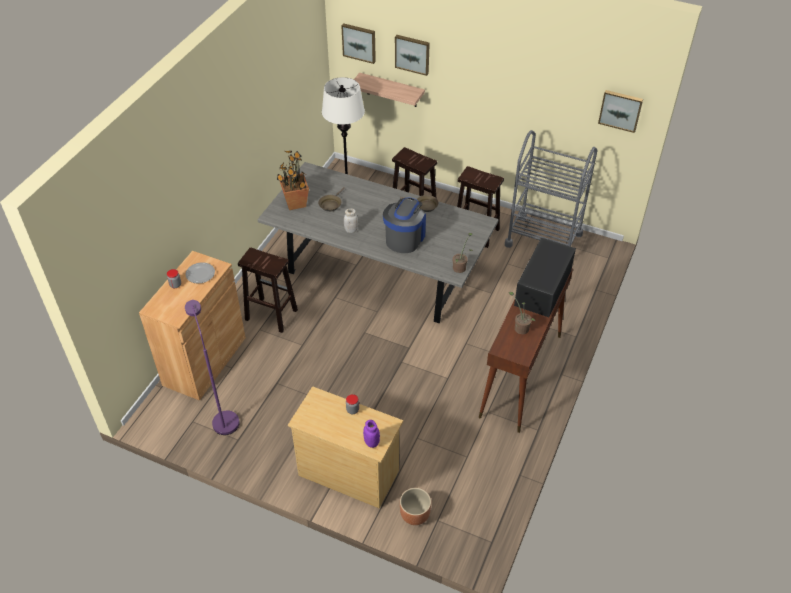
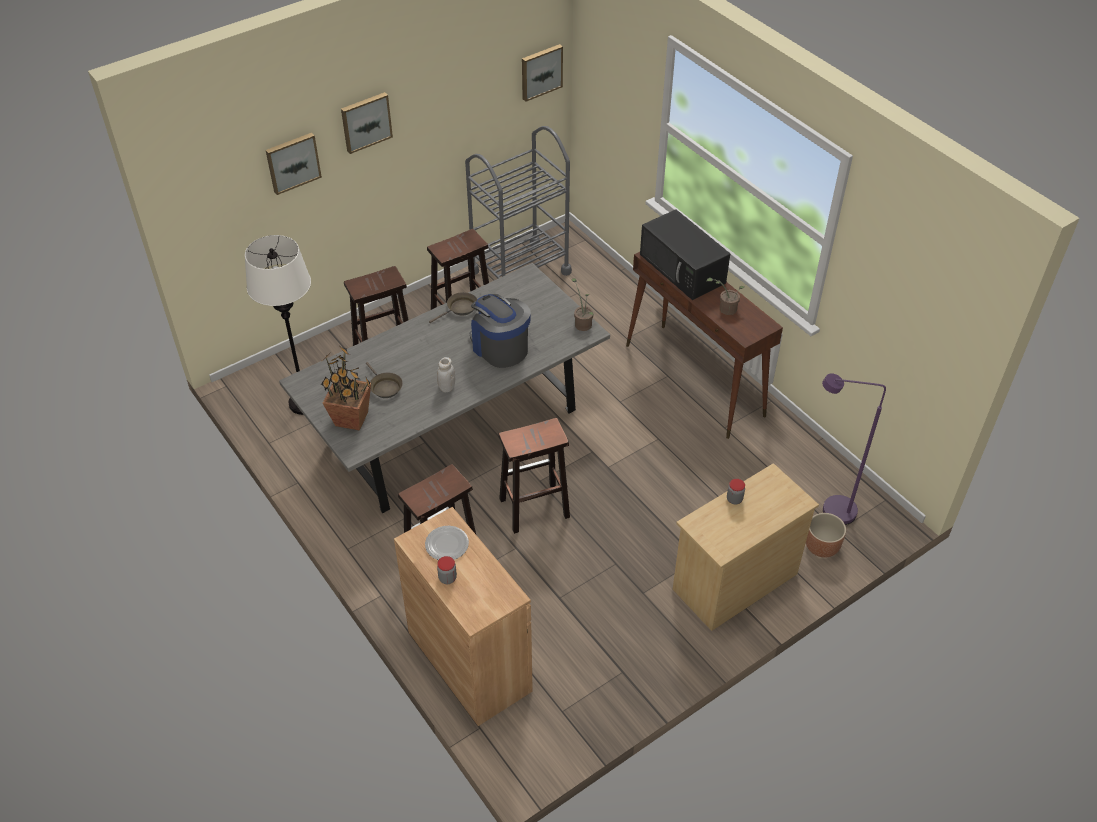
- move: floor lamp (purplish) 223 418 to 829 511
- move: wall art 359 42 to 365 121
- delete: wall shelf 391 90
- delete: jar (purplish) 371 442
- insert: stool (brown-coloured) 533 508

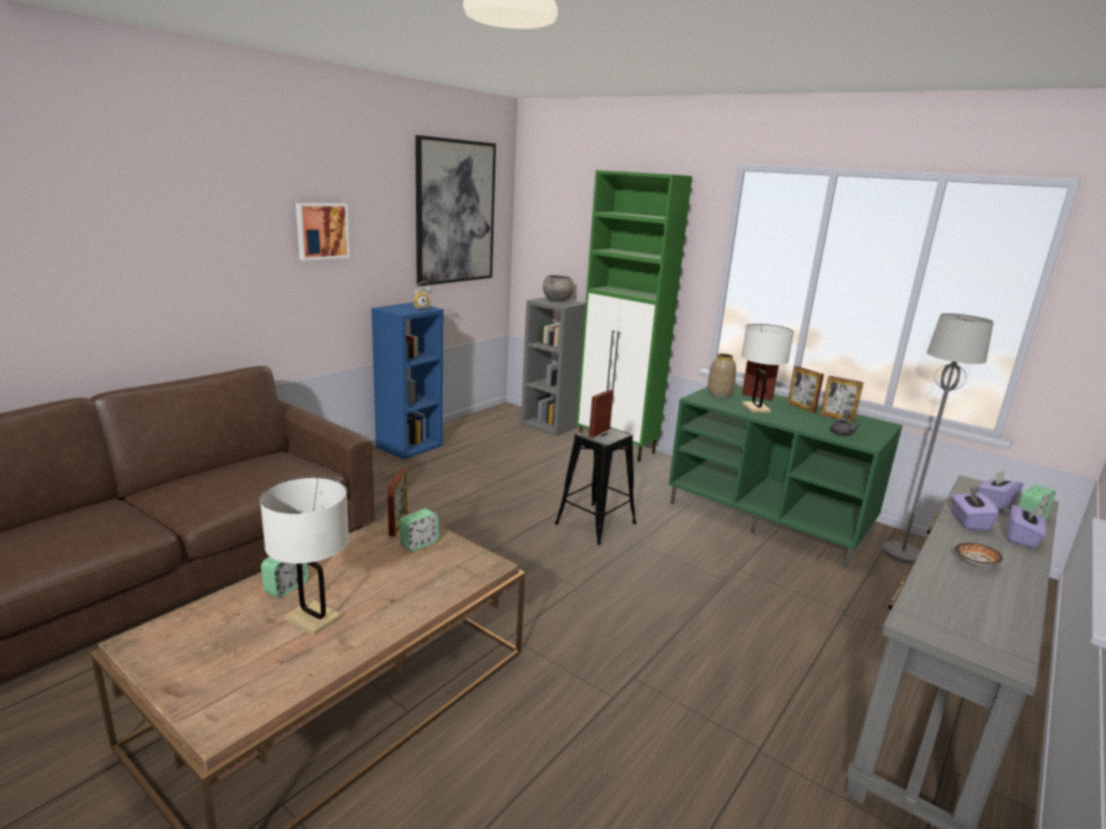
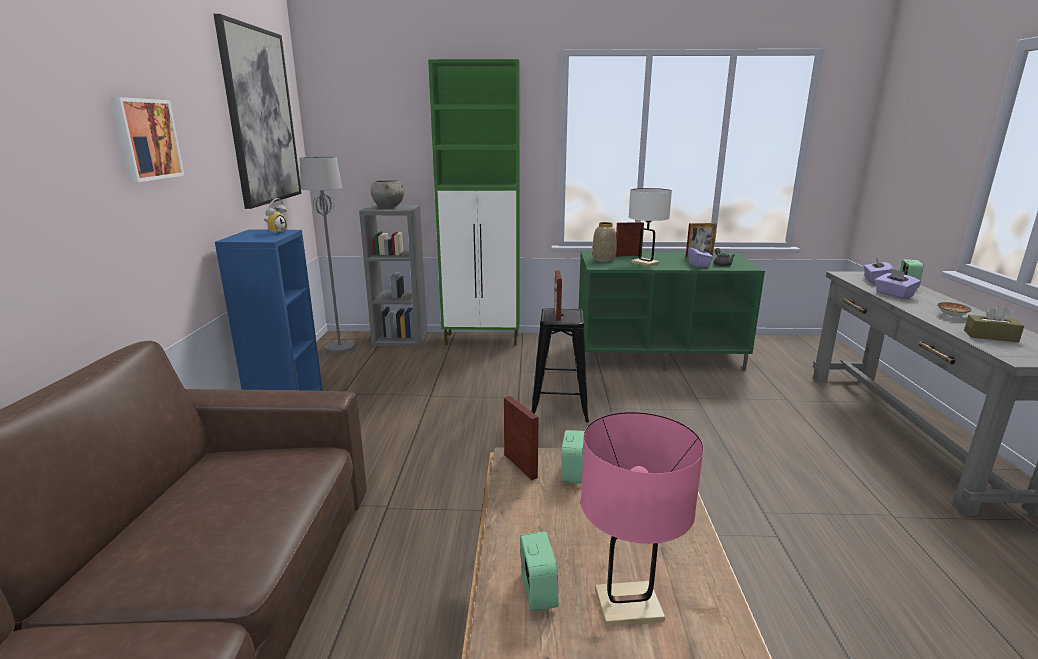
- recolor: tabletop lamp (white) 313 618 to tabletop lamp (pink) 628 605
- delete: picture frame 801 407
- move: floor lamp (greyish) 902 553 to 340 348
- move: tissue box (purplish) 1021 538 to 699 264
- insert: tissue box (brown-coloured) 990 336

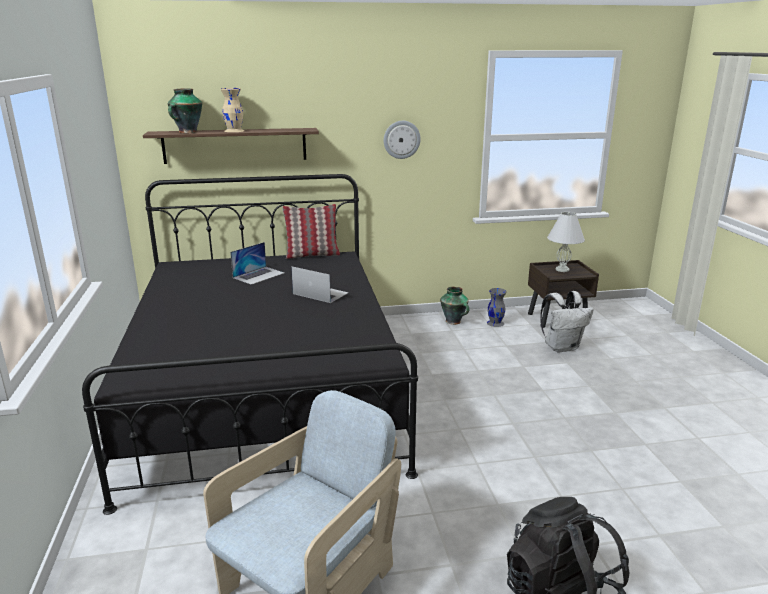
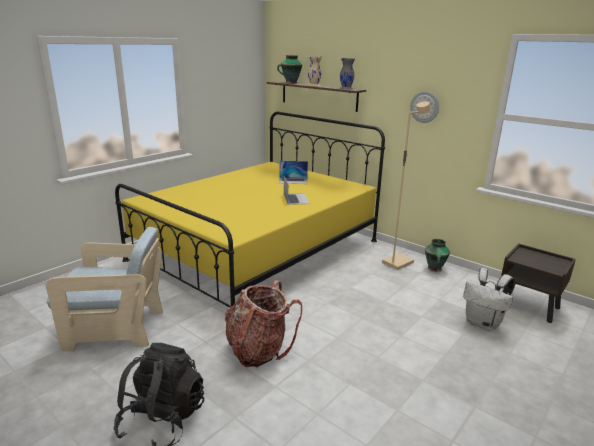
- recolor: bed (blackish) 265 391 to bed (yellow) 257 250
- delete: throw pillow 312 255
- move: decorative vase (greyish) 495 323 to 346 88
- delete: tabletop lamp (white) 562 269
- insert: backpack 258 350
- insert: floor lamp (beige) 397 262

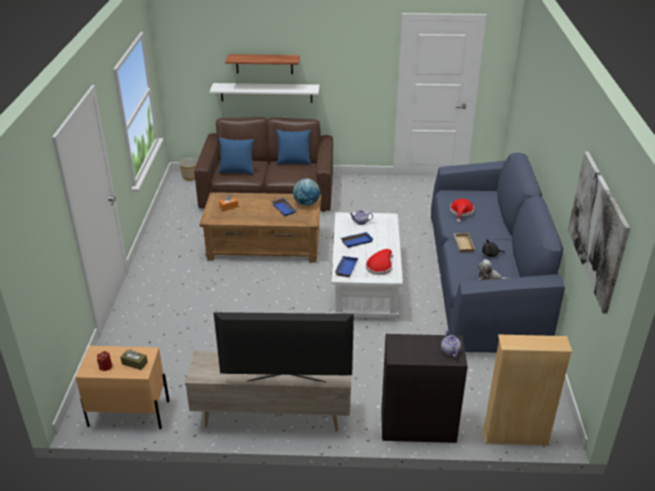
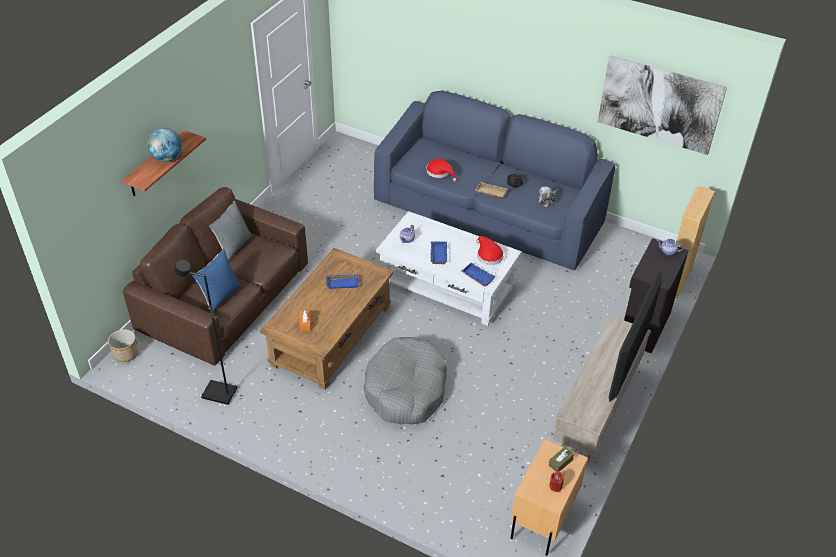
- delete: wall shelf (white) 266 92
- recolor: throw pillow (blue-coloured) 294 162 to throw pillow (greyish) 233 246
- move: desk globe 306 203 to 167 158
- insert: floor lamp (blackish) 218 394
- insert: dog cushion (greyish) 406 389

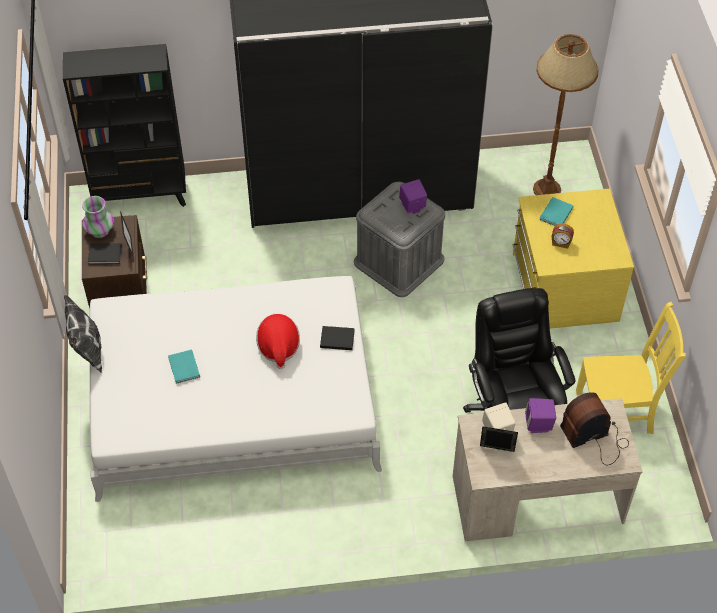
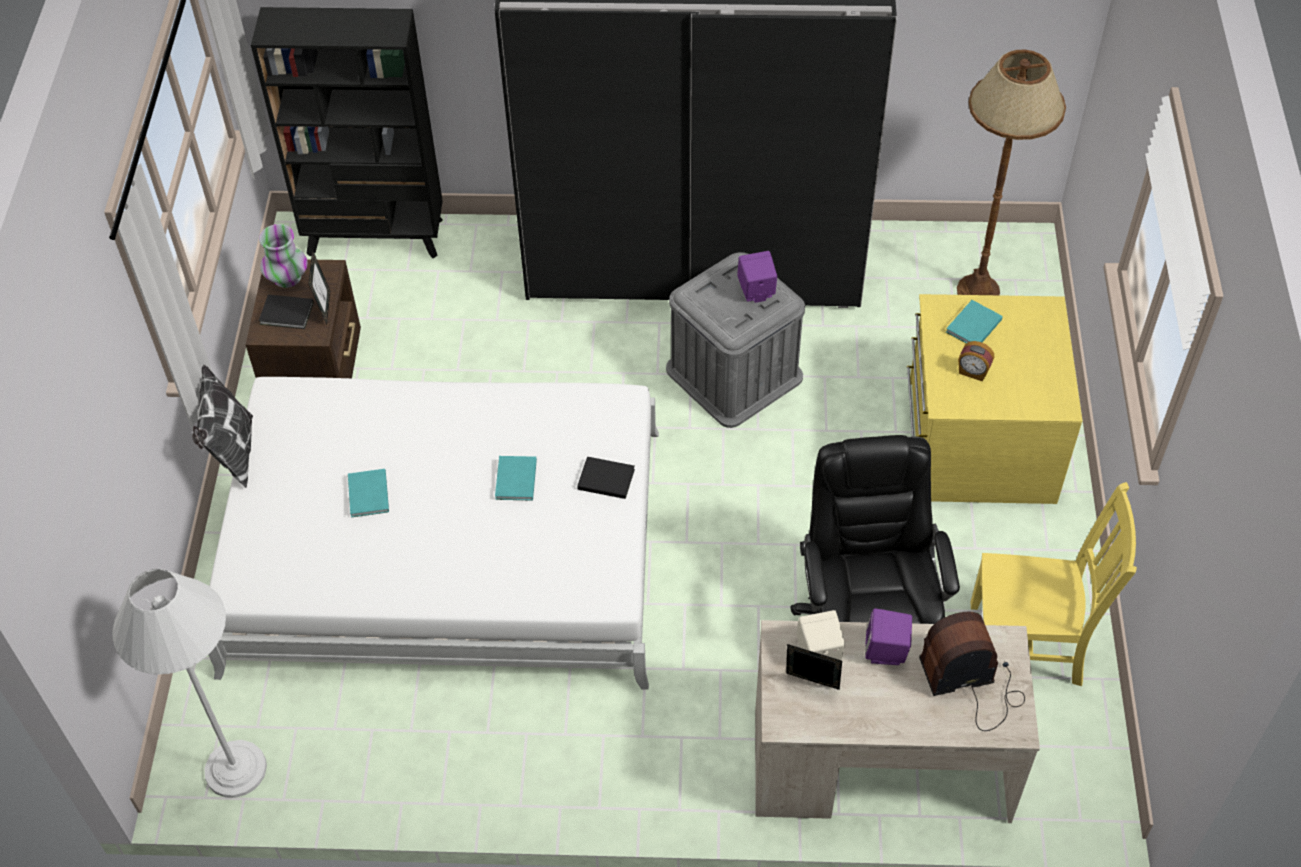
- replace: clothing hat 278 347 to bound book (blue-green) 515 481
- insert: floor lamp (white) 235 769

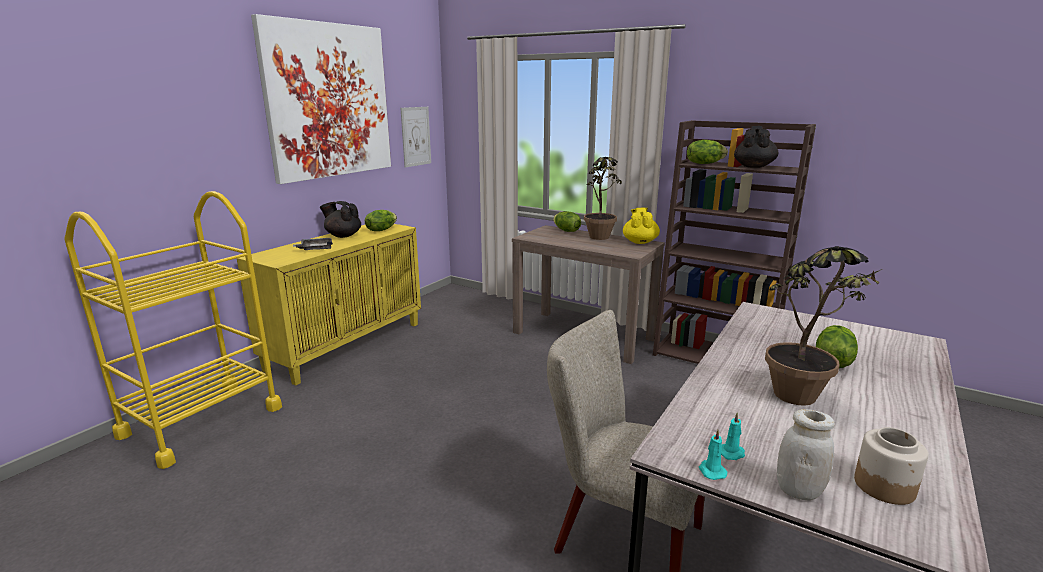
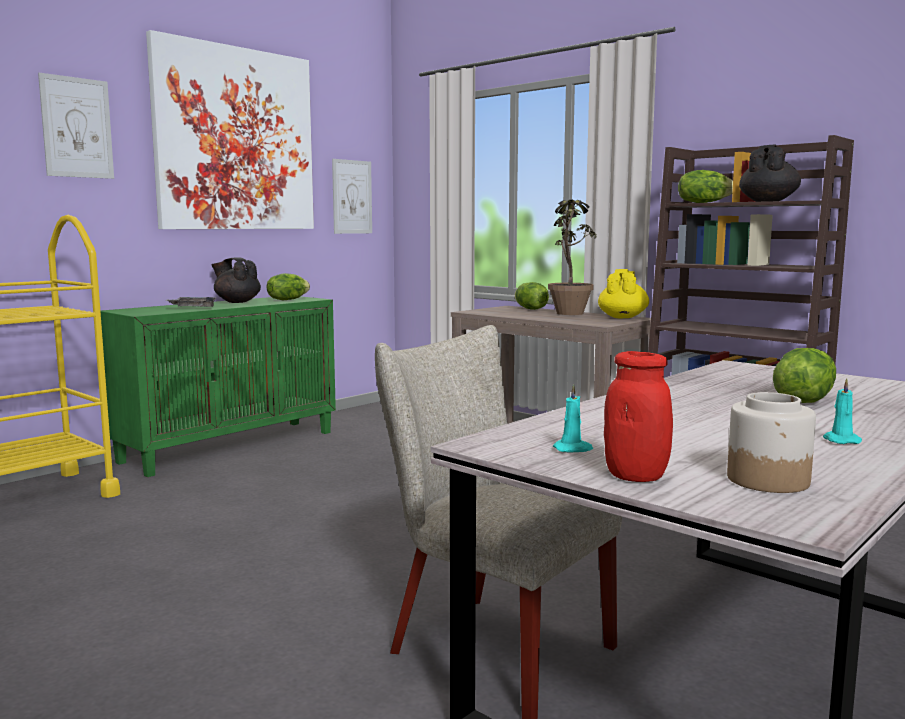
- recolor: cabinet (yellow) 347 345 to cabinet (green-coloured) 230 446
- move: wax light (blue-green) 711 471 to 840 440
- delete: potted plant 800 403
- recolor: jar (white) 798 491 to jar (red) 635 476
- insert: wall art 77 127

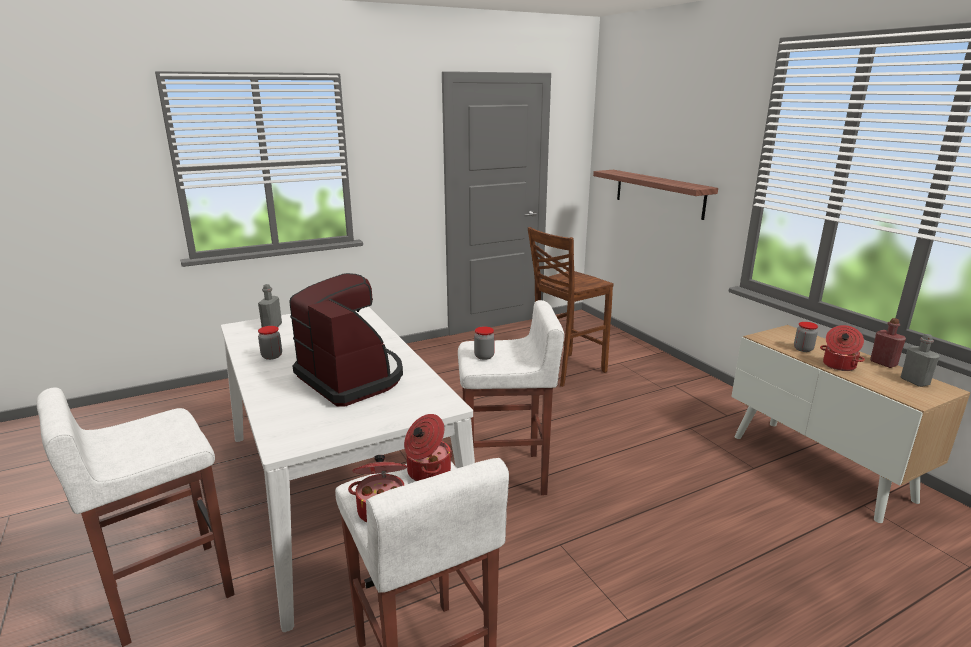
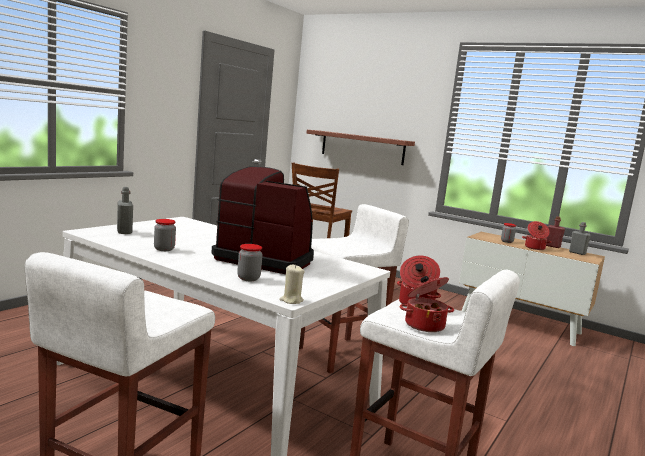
- move: jar 484 356 to 248 278
- insert: wax light (beige) 291 300

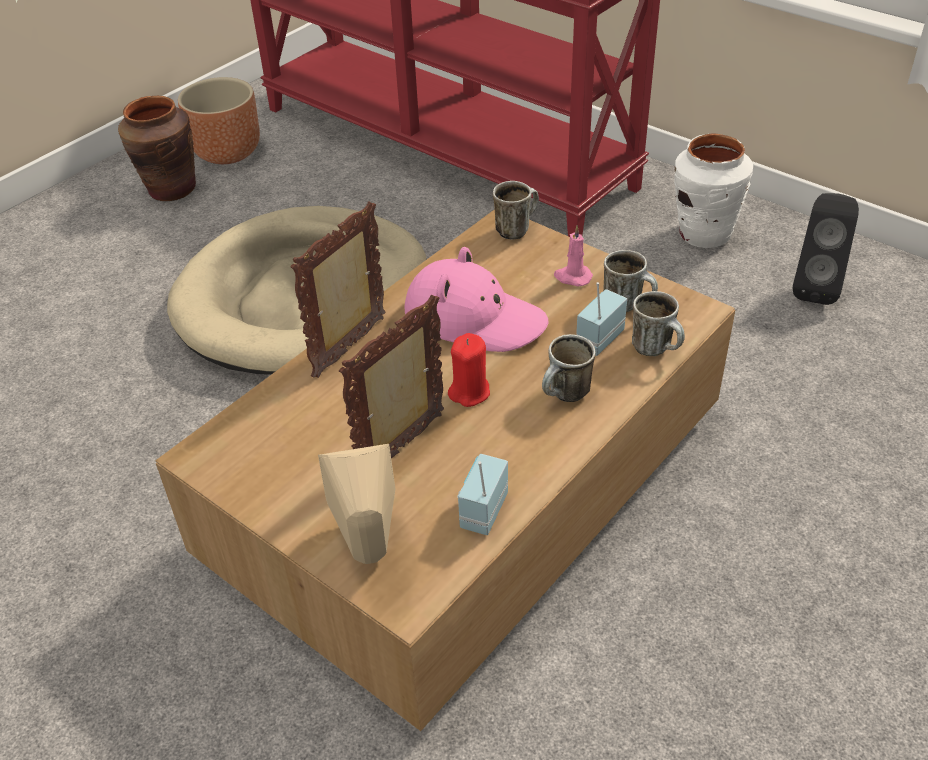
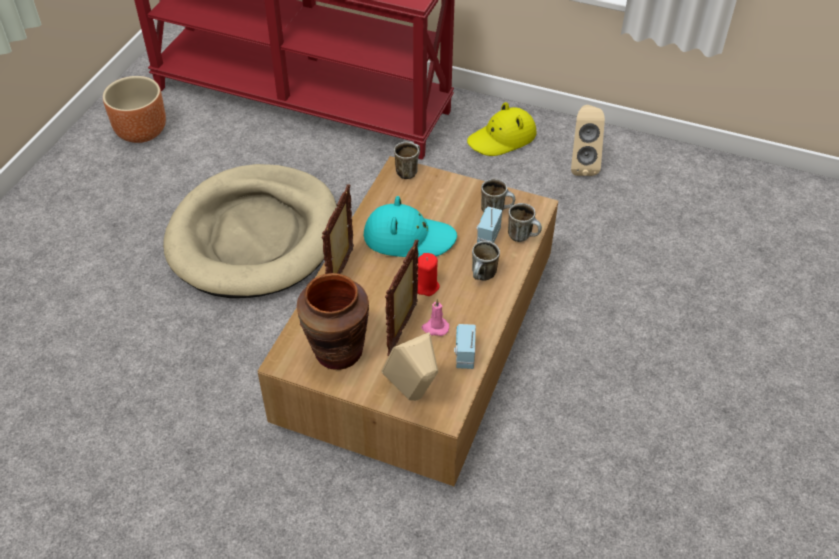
- move: decorative vase (brown-coloured) 171 189 to 337 352
- recolor: clothing hat (pink) 474 318 to clothing hat (blue-green) 408 237
- move: wax light (pink) 572 277 to 435 328
- replace: decorative vase (white) 703 234 to clothing hat (yellow) 502 138
- recolor: speaker (blackish) 815 287 to speaker (beige) 582 164

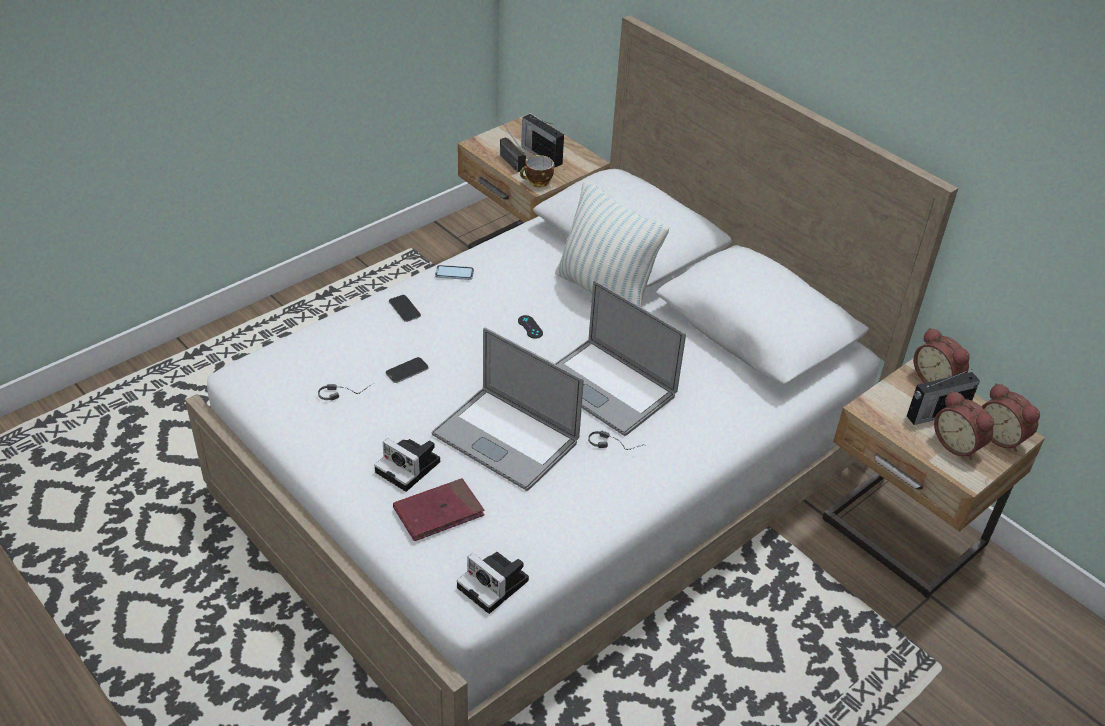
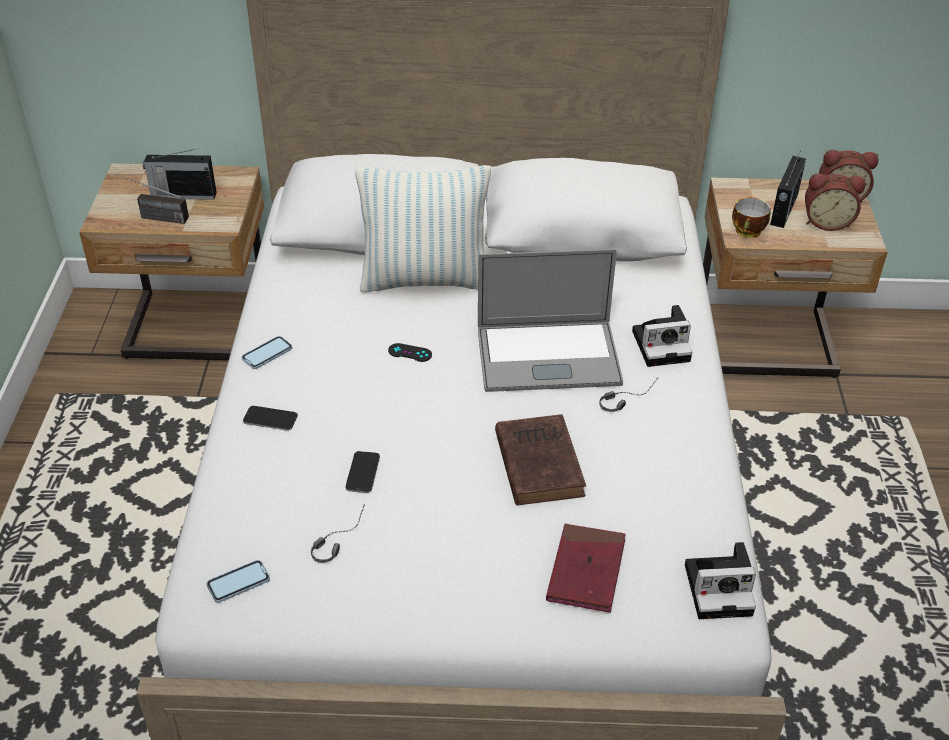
- move: still camera 410 467 to 663 345
- replace: laptop 505 438 to bound book (brown-coloured) 538 462
- move: drinking cup 537 182 to 748 232
- delete: table clock 936 379
- insert: phone 238 582

